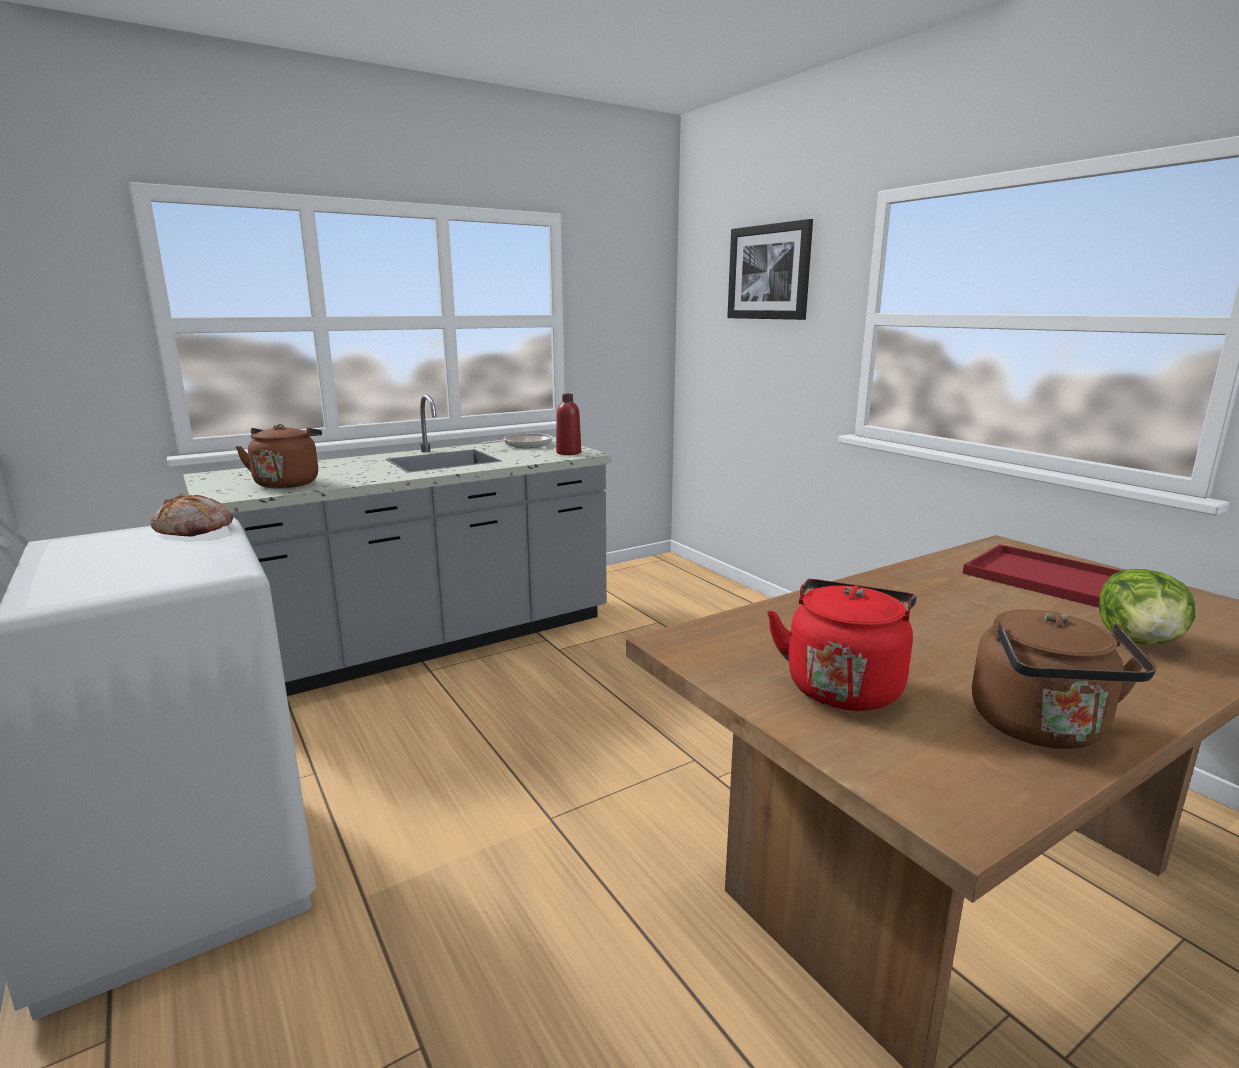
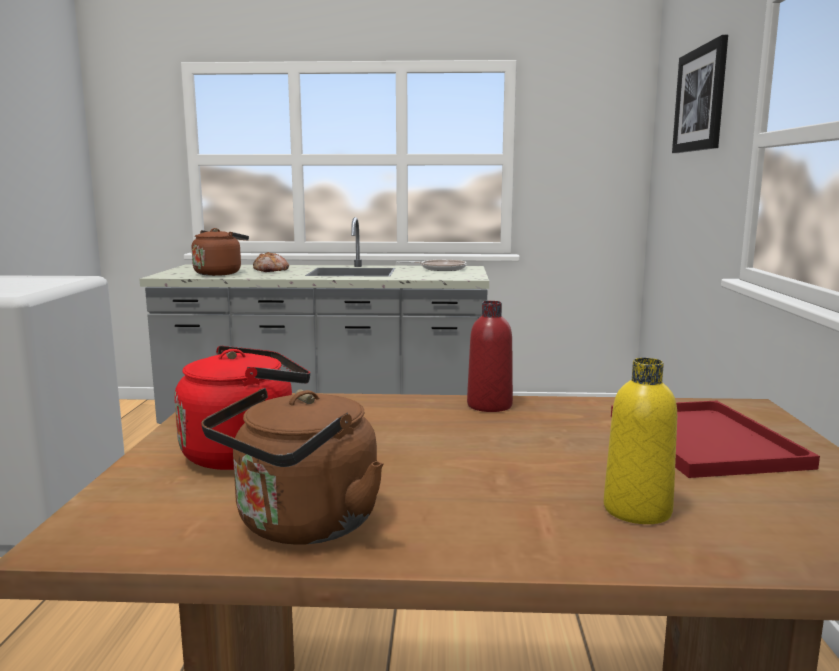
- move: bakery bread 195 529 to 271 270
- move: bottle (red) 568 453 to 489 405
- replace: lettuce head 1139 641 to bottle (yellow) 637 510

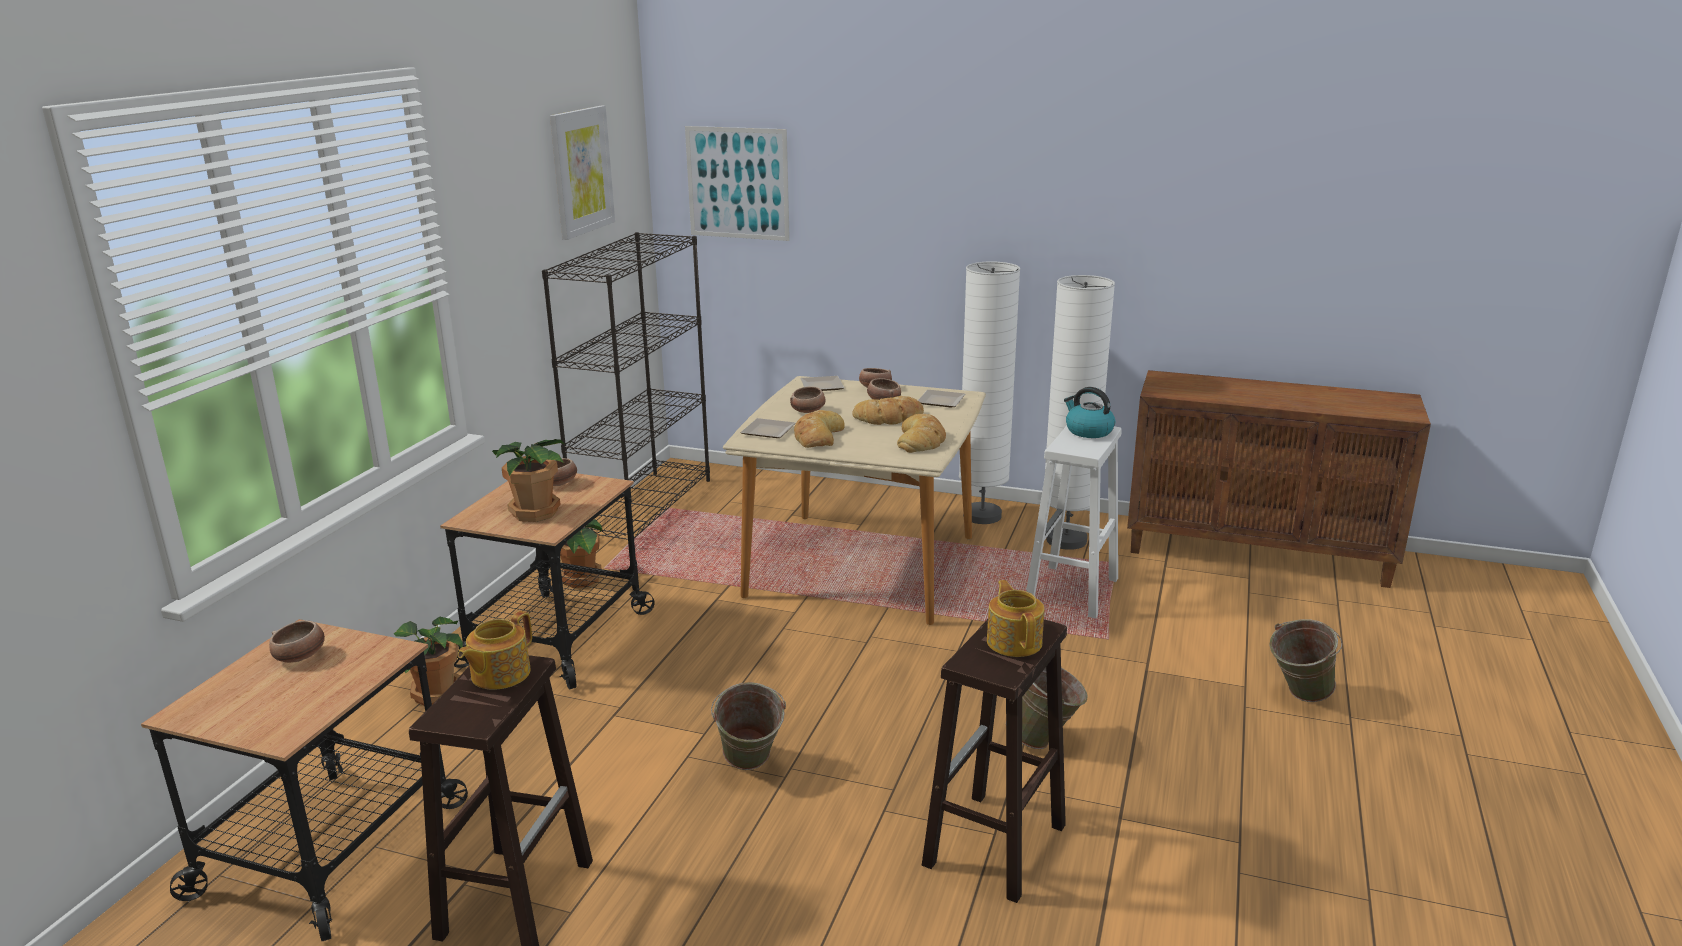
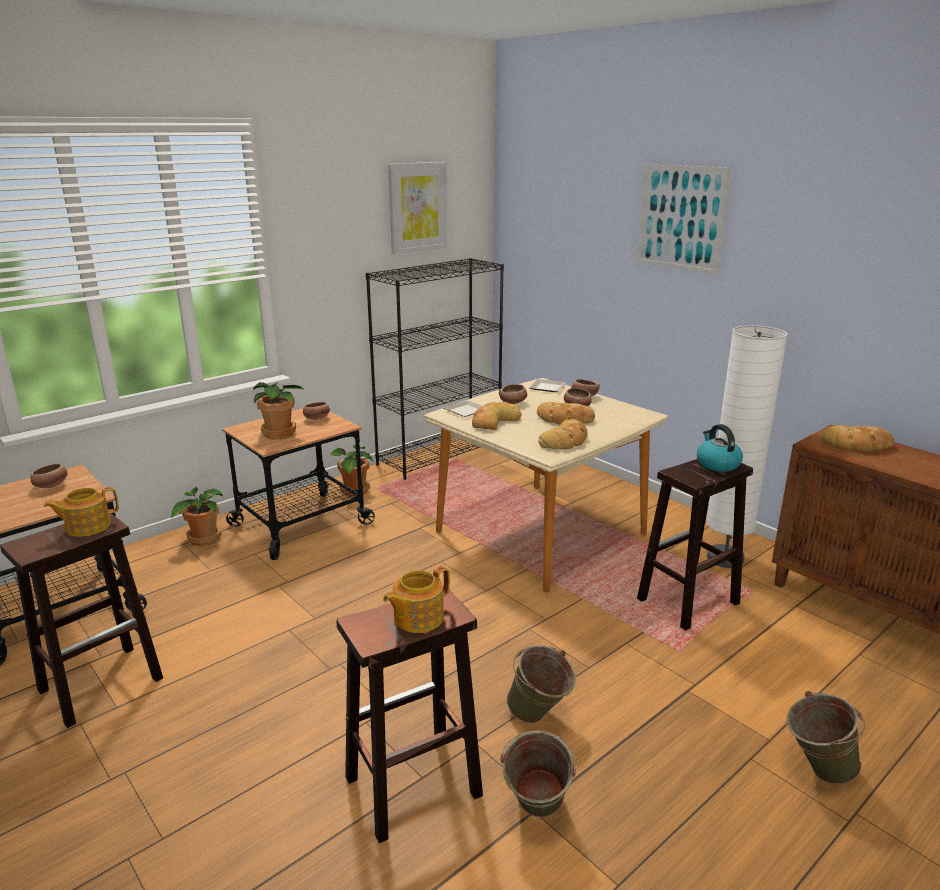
- move: wall art 737 183 to 681 218
- move: water bucket (green-coloured) 749 767 to 536 814
- delete: dinner plate 942 402
- delete: floor lamp (white) 982 516
- rotate: tea pot 1014 641 = 417 618 150 degrees counterclockwise
- recolor: stool (white) 1072 592 to stool (brown-coloured) 687 602
- insert: bakery bread 857 444

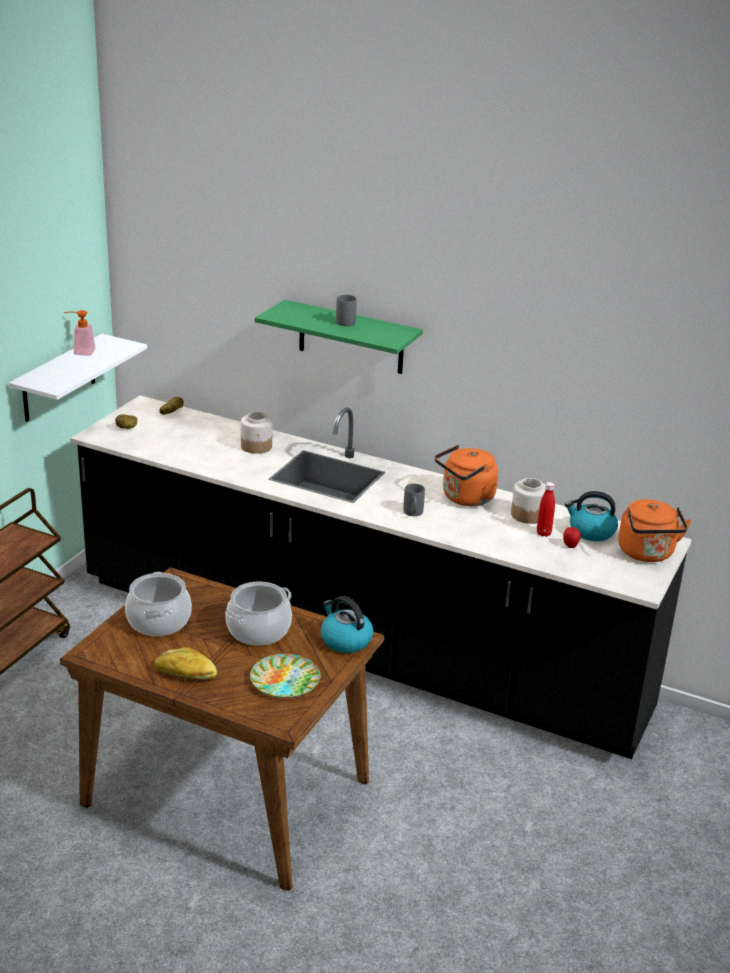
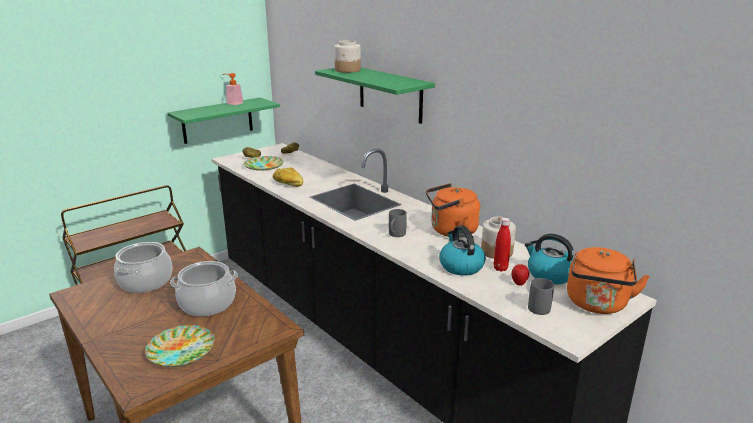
- recolor: wall shelf (white) 59 379 to wall shelf (green-coloured) 217 120
- move: bakery bread 185 674 to 288 184
- move: jar 256 446 to 348 70
- move: kettle 345 640 to 460 266
- move: coffee mug (greyish) 347 321 to 541 306
- insert: dinner plate 263 166

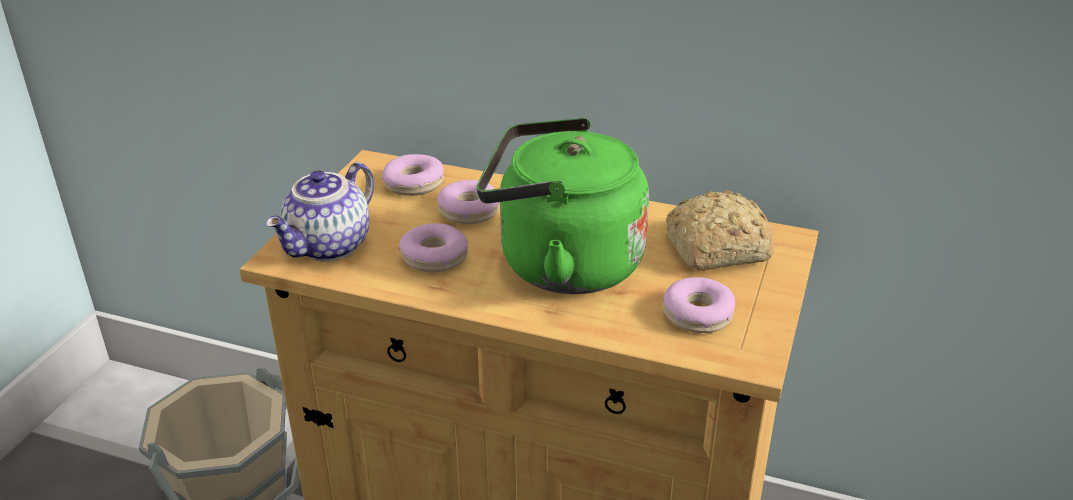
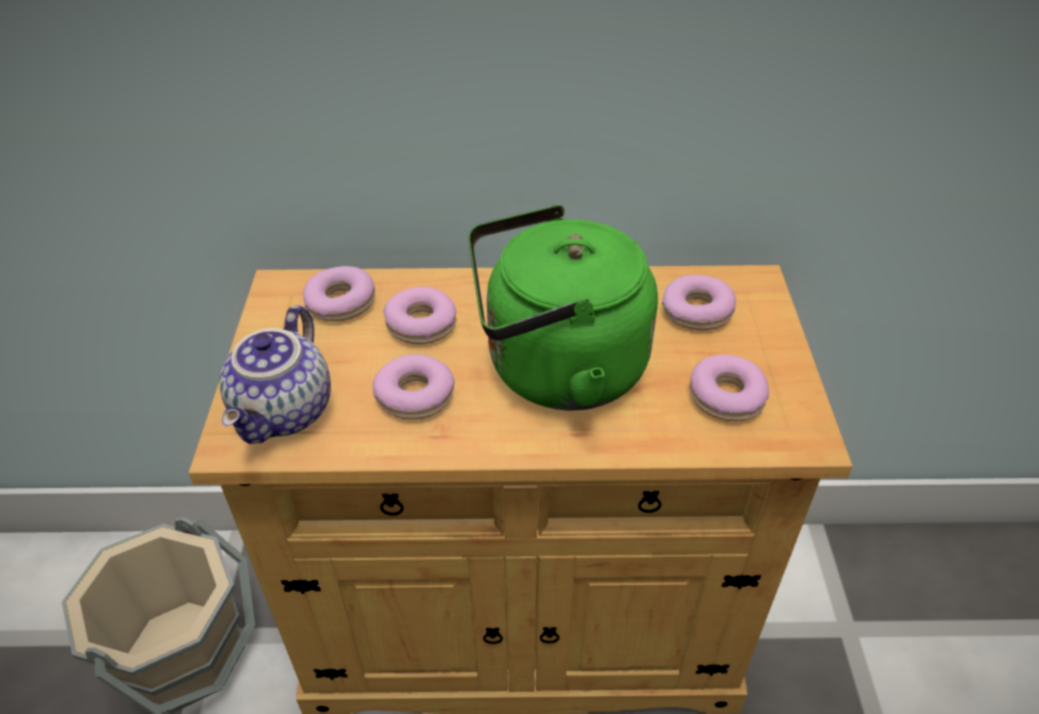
- replace: bakery bread 713 249 to ring doughnut 696 311

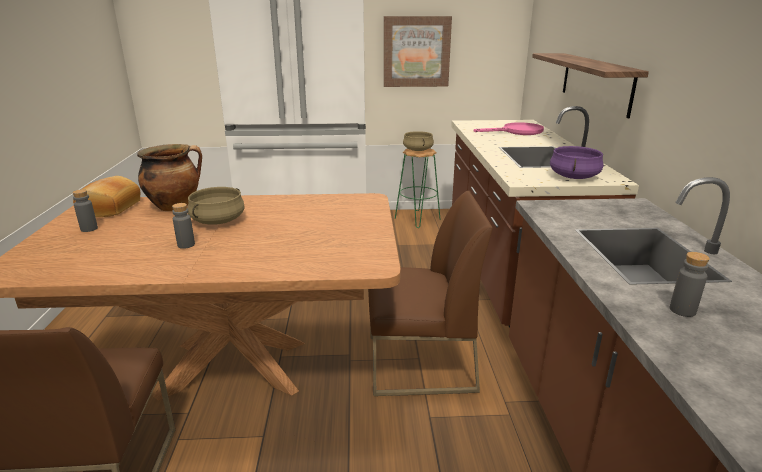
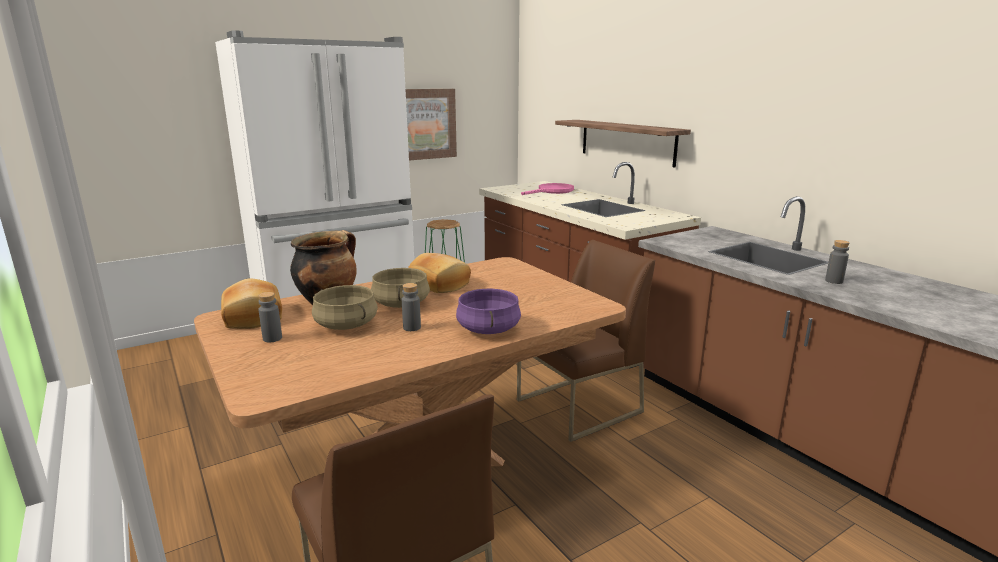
- move: cooking pot (beige) 417 150 to 345 325
- move: cooking pot (purplish) 573 176 to 487 329
- insert: bakery bread 440 284

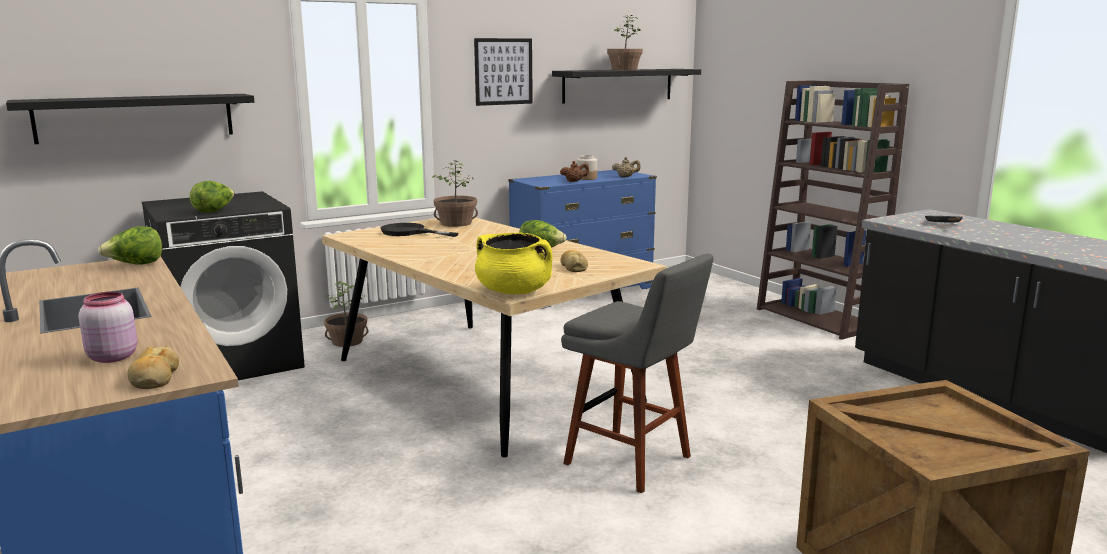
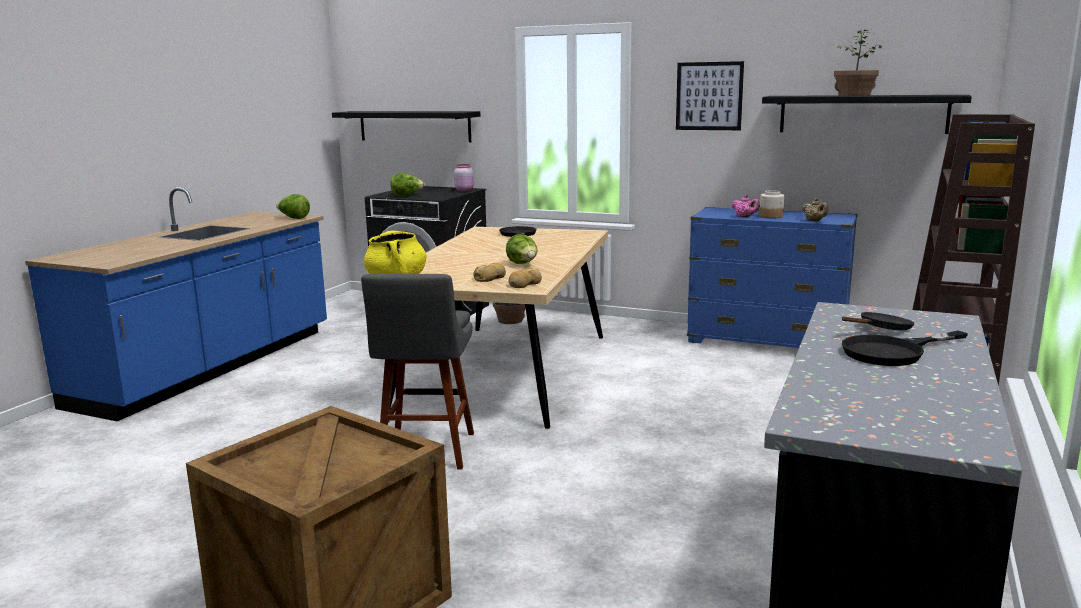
- move: jar (pink) 112 357 to 464 190
- move: bakery bread 154 378 to 524 284
- delete: potted plant 456 223
- recolor: tea pot (brown-coloured) 574 181 to tea pot (pink) 745 217
- insert: skillet (blackish) 893 352

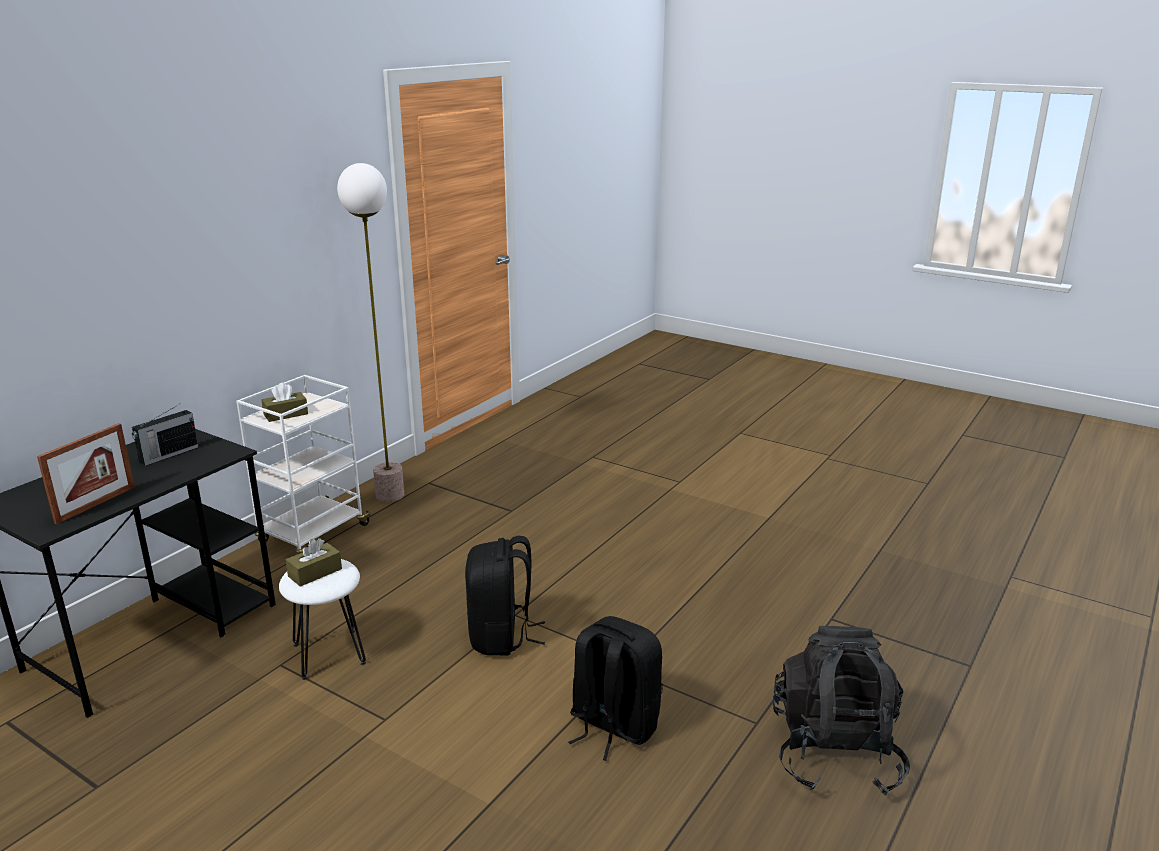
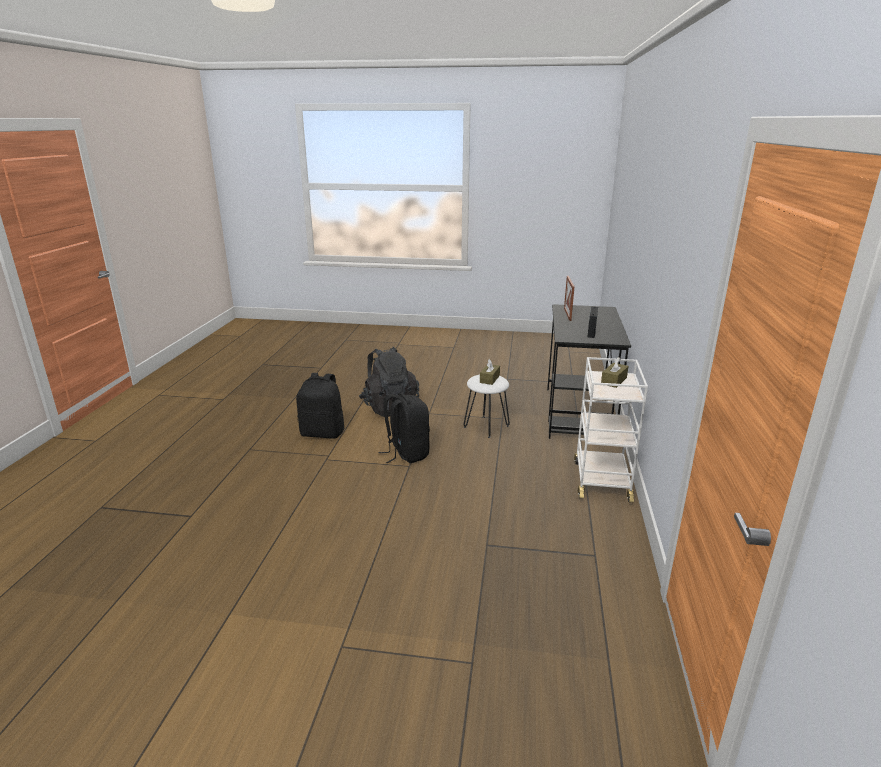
- delete: floor lamp 390 495
- move: backpack (blackish) 834 753 to 389 407

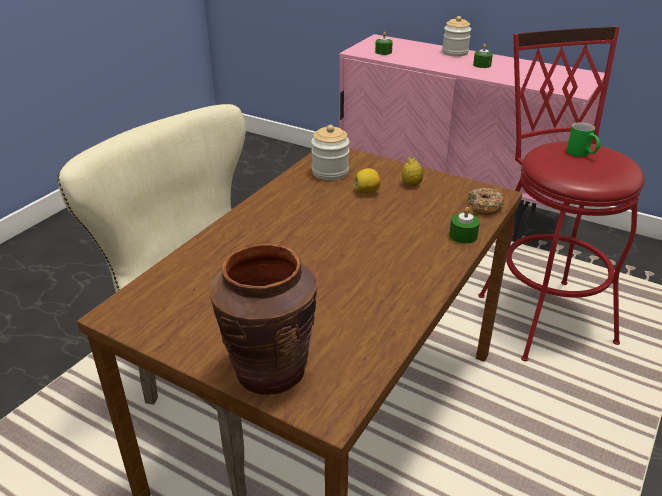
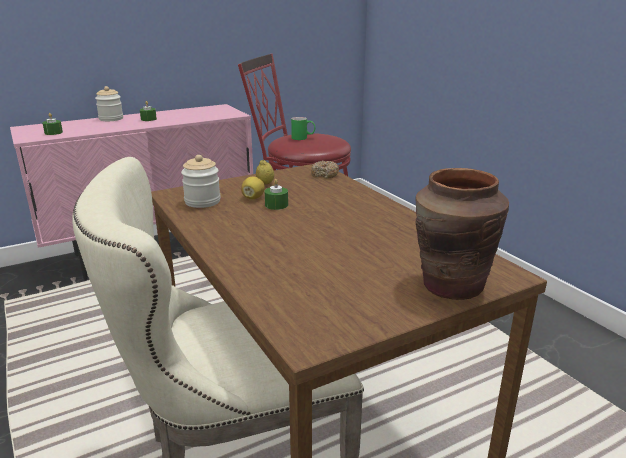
- move: wax light (green-coloured) 463 235 to 276 205

